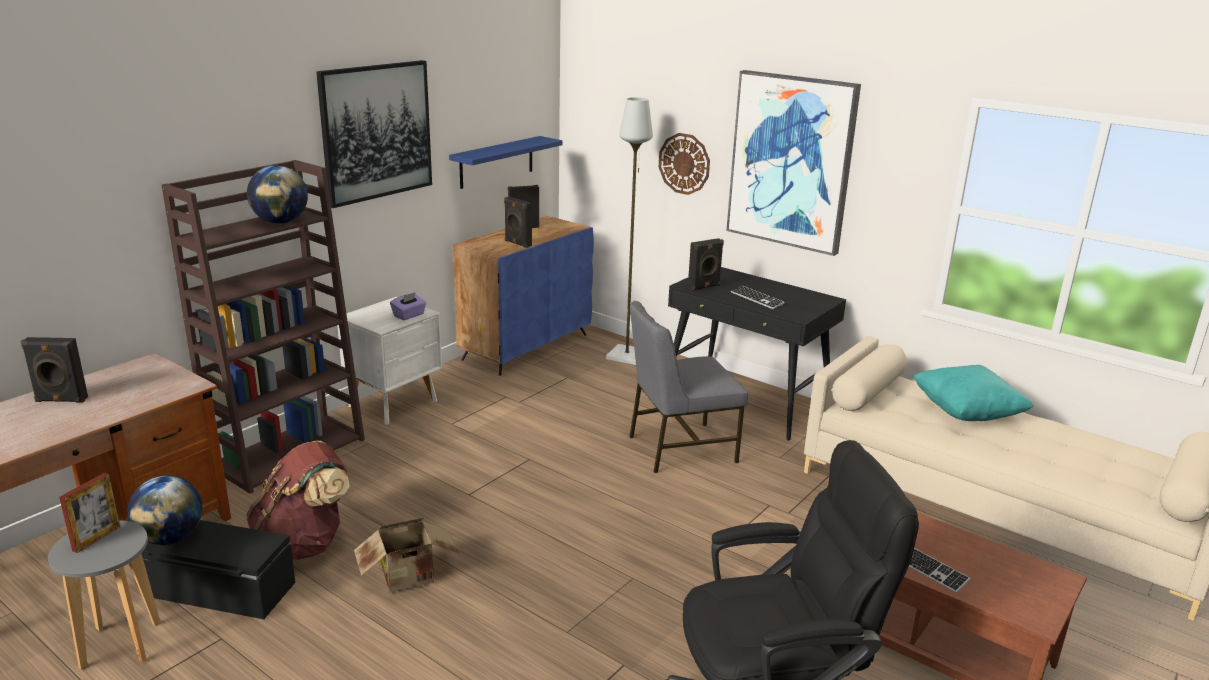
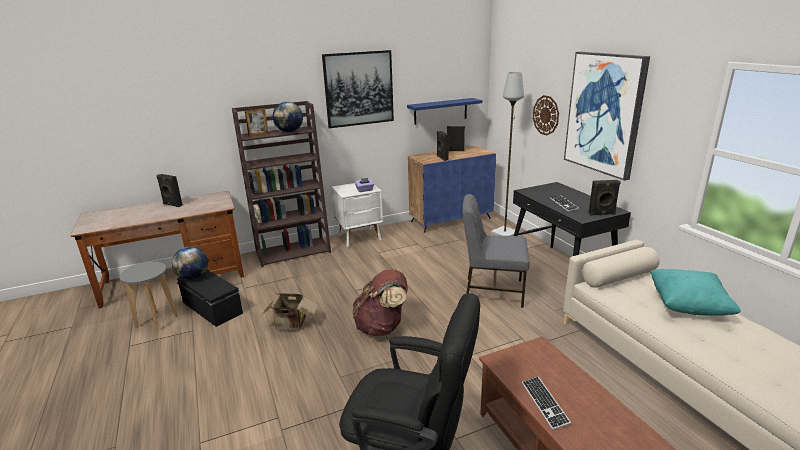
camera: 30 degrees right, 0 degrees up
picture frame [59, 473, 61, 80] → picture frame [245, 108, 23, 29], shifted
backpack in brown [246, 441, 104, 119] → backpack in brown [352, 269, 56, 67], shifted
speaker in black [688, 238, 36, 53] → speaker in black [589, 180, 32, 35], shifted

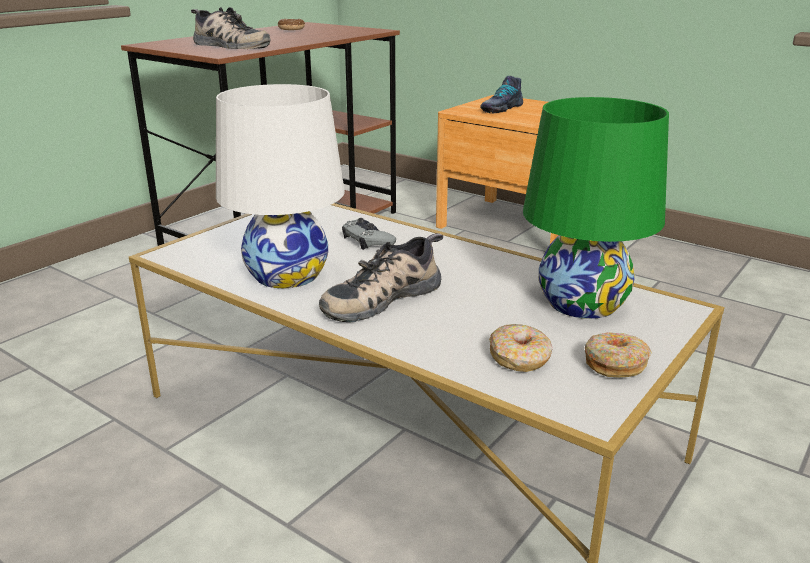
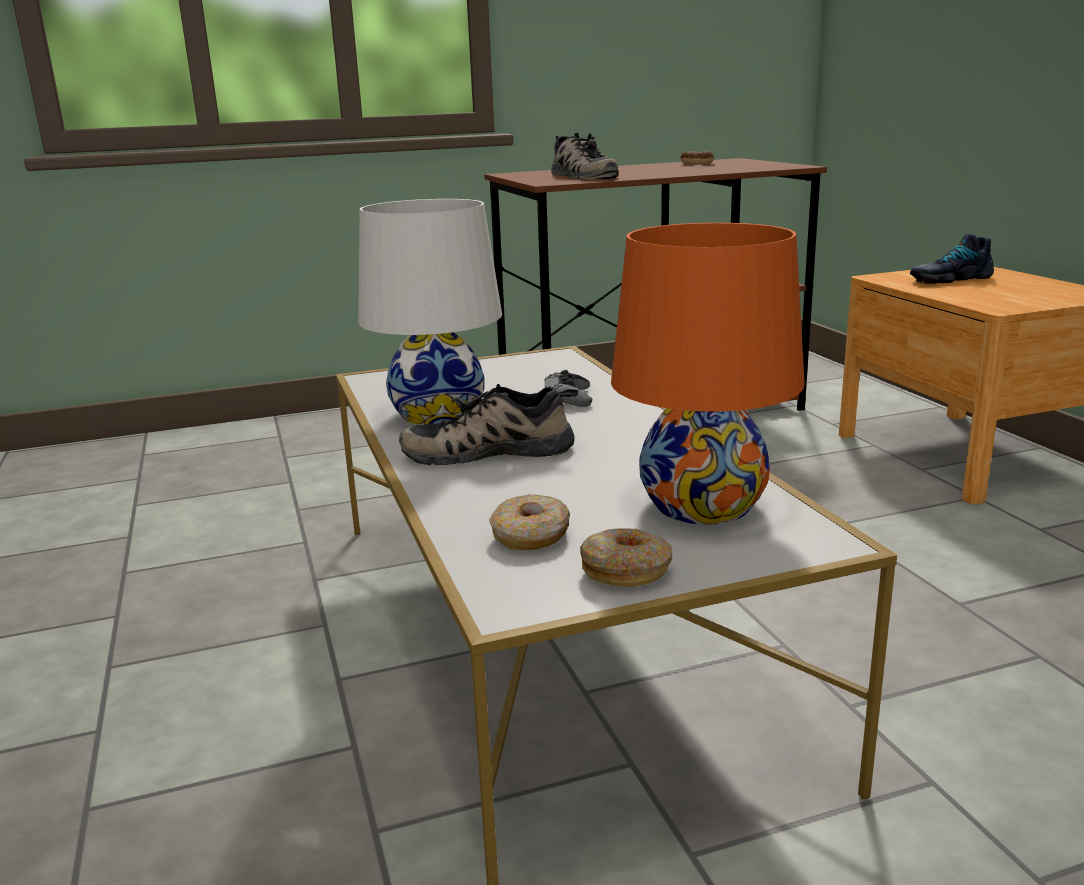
camera: 35 degrees right, 5 degrees down
table lamp in green [523, 97, 146, 222] → table lamp in orange [611, 223, 194, 302]

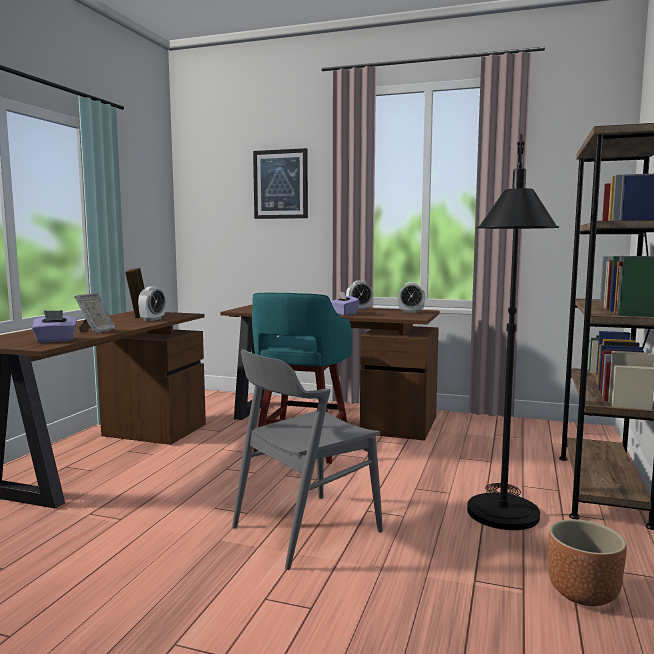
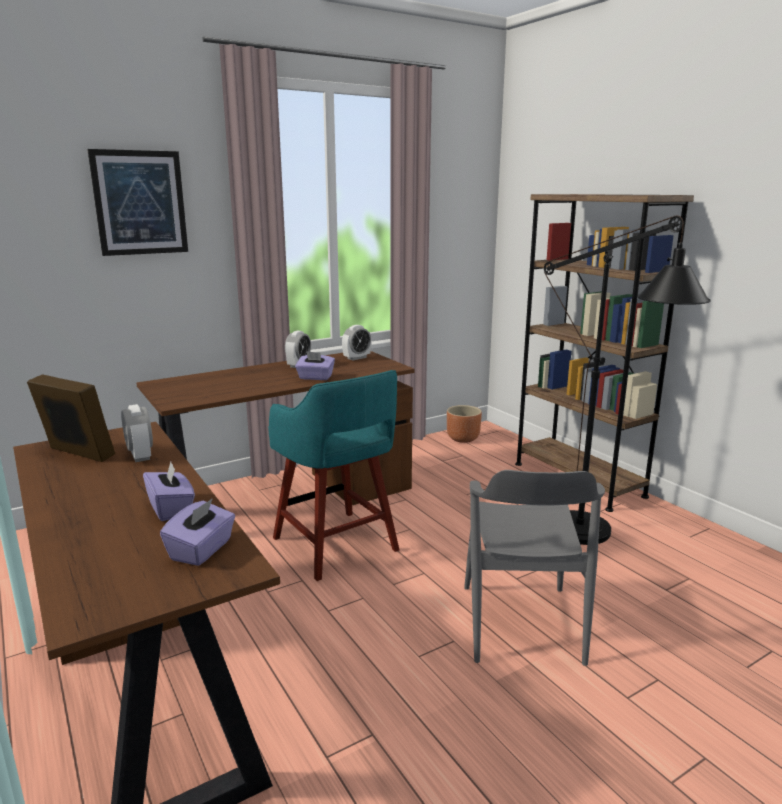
camera: 50 degrees left, 10 degrees up
planter in brown [548, 519, 79, 87] → planter in brown [447, 405, 35, 38], shifted
picture frame [74, 293, 41, 40] → tissue box in purple [143, 462, 52, 59]

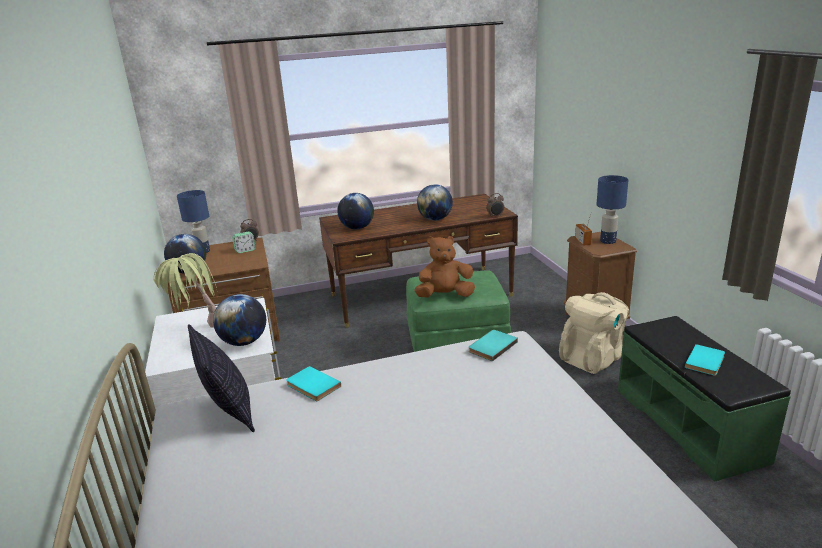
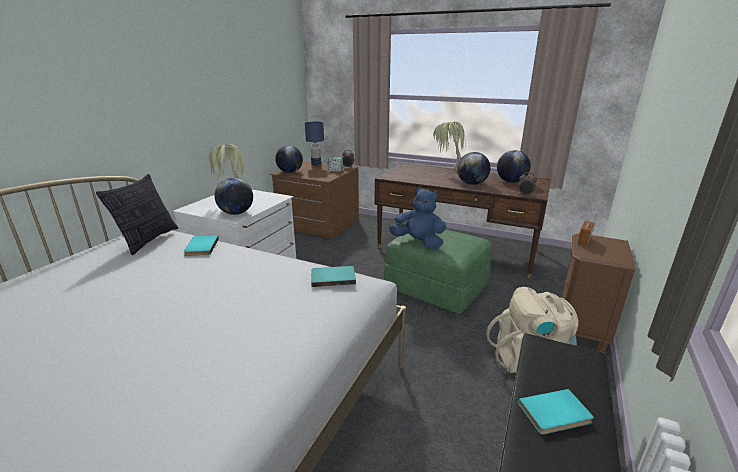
camera: 40 degrees right, 0 degrees up
table lamp in blue [596, 175, 32, 69] → -
- → potted plant [433, 122, 32, 49]
globe [337, 193, 37, 36] → globe [497, 150, 34, 33], shifted
plush toy in brown [414, 236, 61, 62] → plush toy in blue [389, 187, 57, 62]

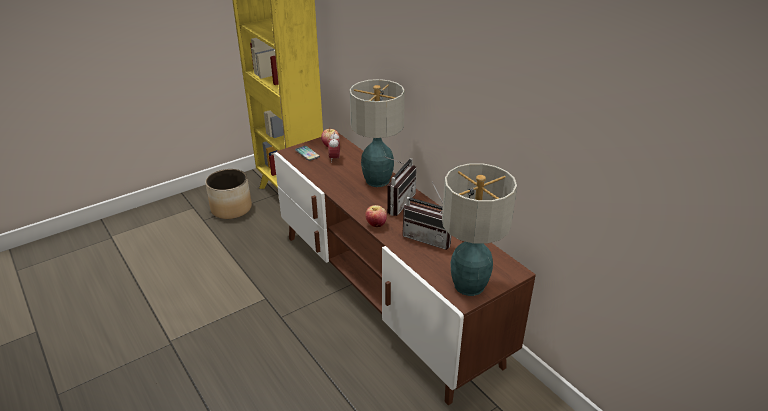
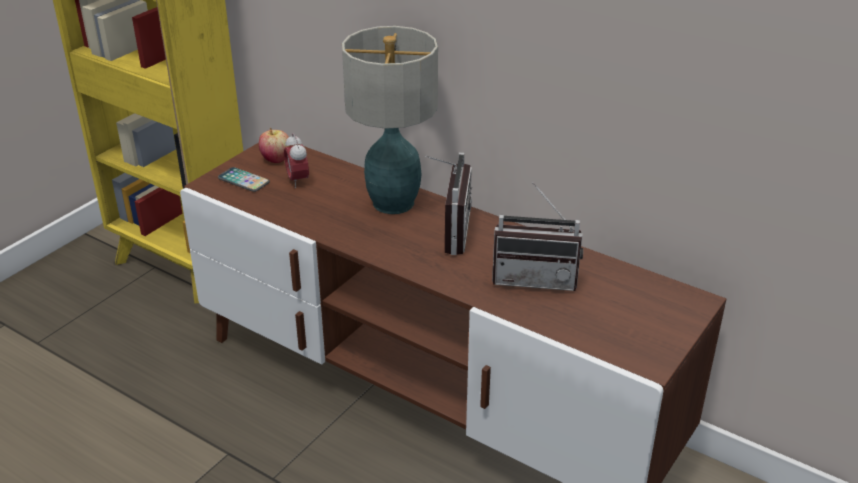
camera: 20 degrees left, 0 degrees up
planter [205, 169, 47, 50] → -
apple [365, 205, 22, 22] → -
table lamp [442, 163, 75, 133] → -

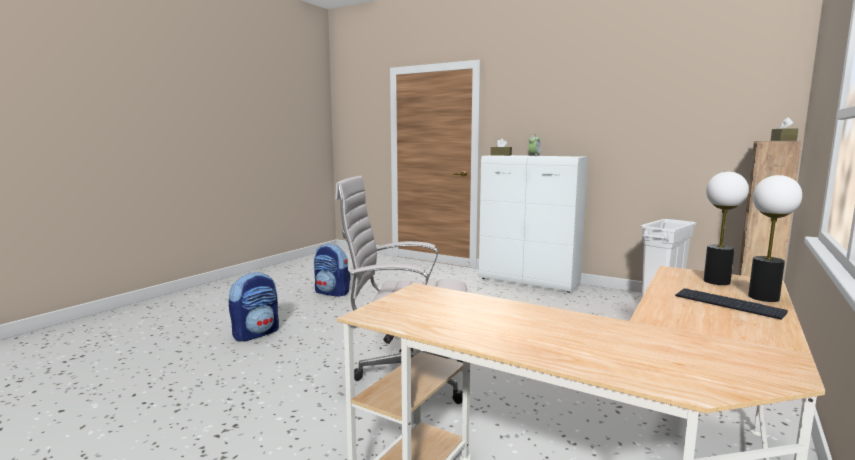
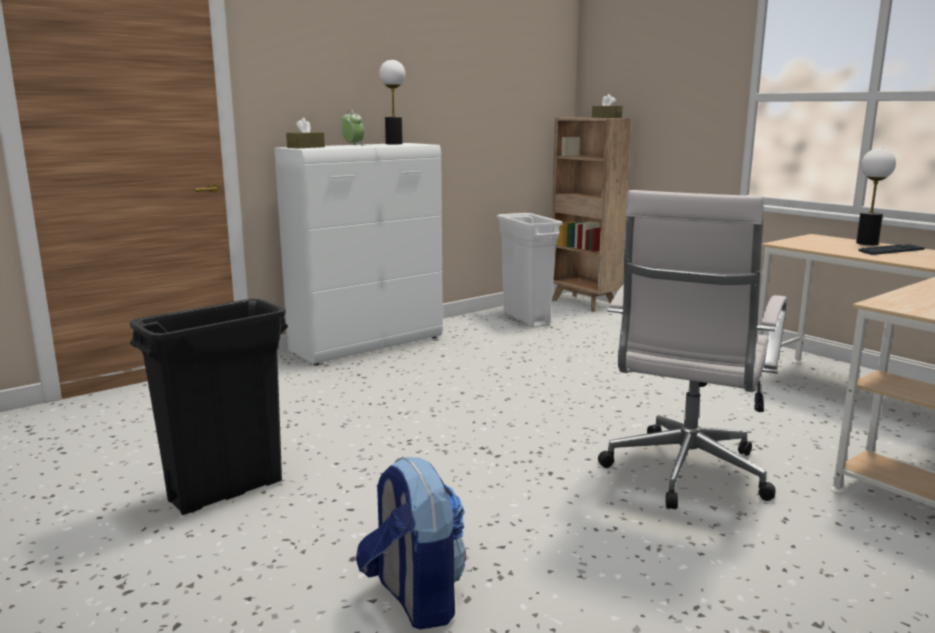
camera: 70 degrees left, 5 degrees up
table lamp [704, 171, 45, 114] → table lamp [379, 60, 26, 84], shifted
backpack [314, 244, 37, 53] → trash can in black [130, 299, 158, 216]

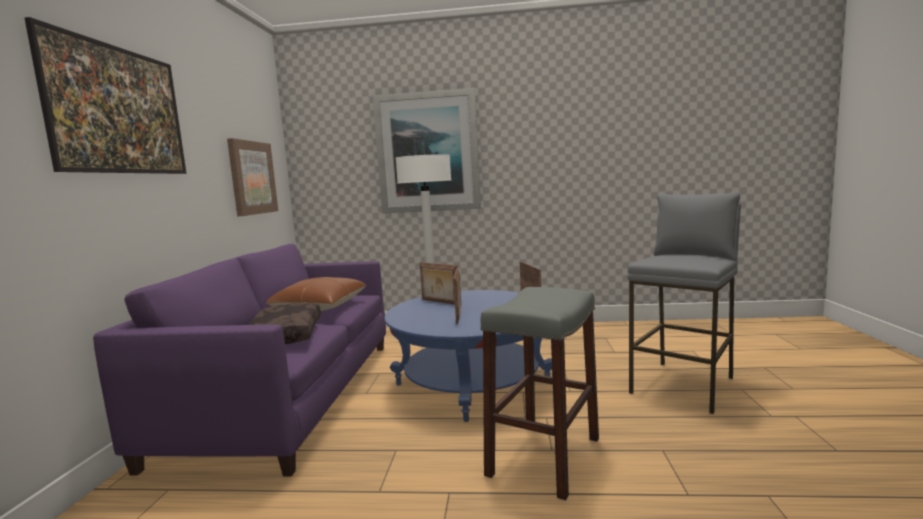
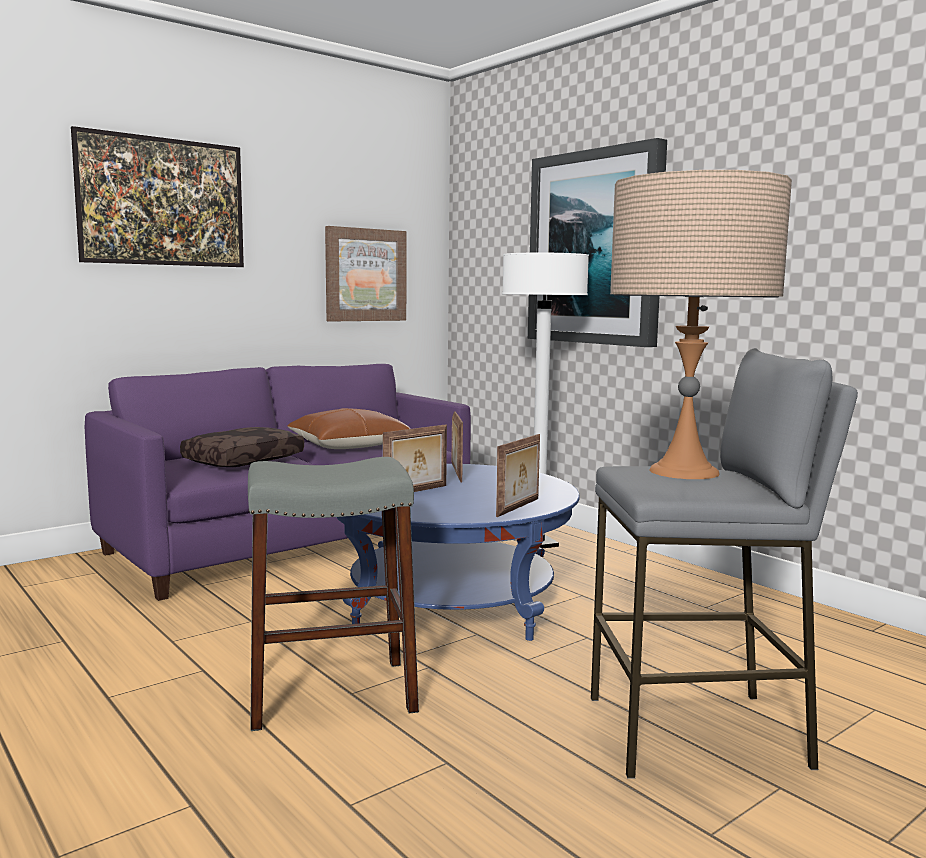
camera: 45 degrees right, 0 degrees up
- → table lamp in beige [610, 170, 182, 309]

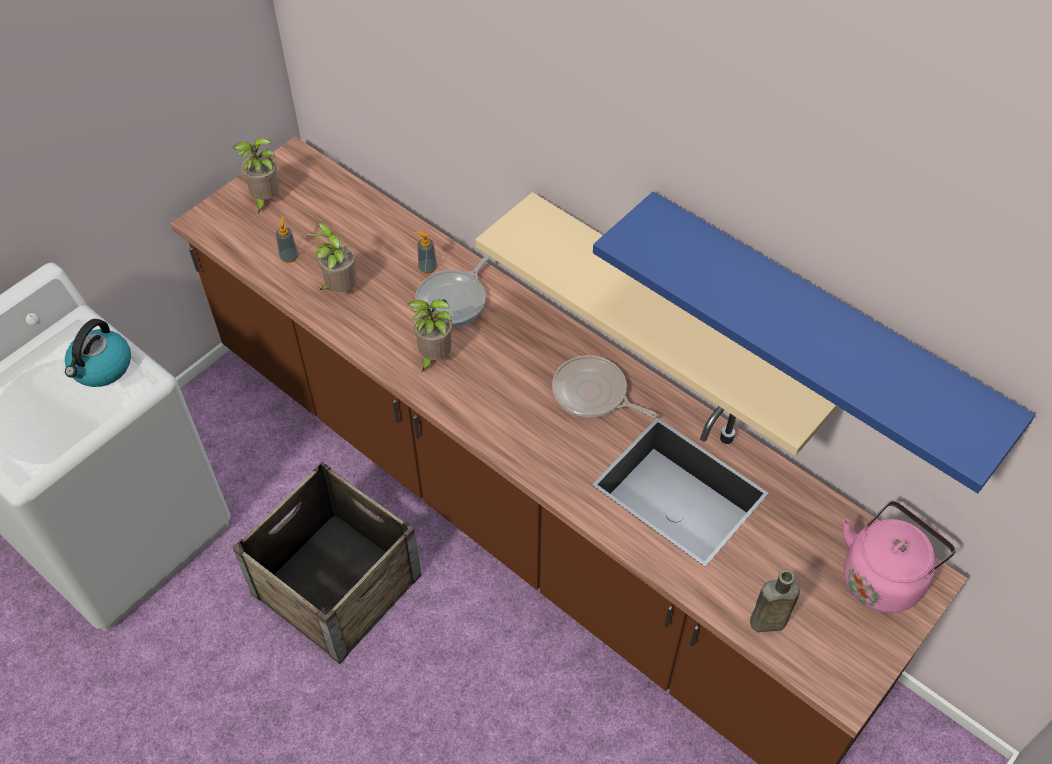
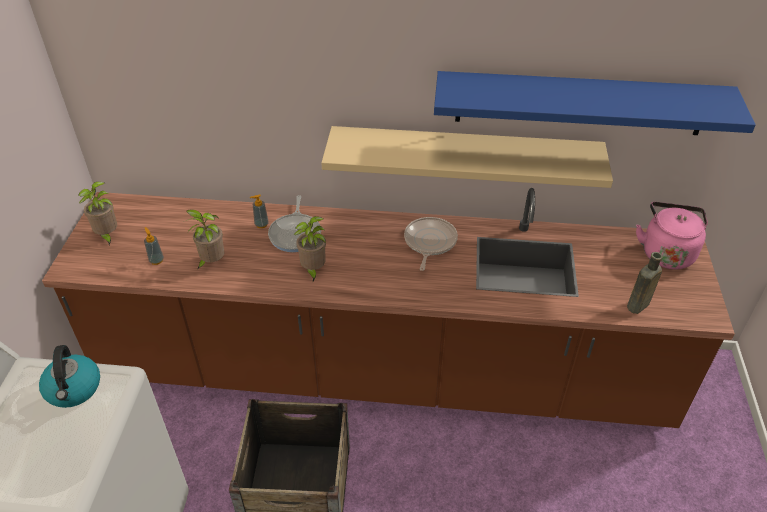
camera: 35 degrees left, 10 degrees down
frying pan [552, 355, 105, 63] → frying pan [404, 217, 54, 54], 105 degrees clockwise

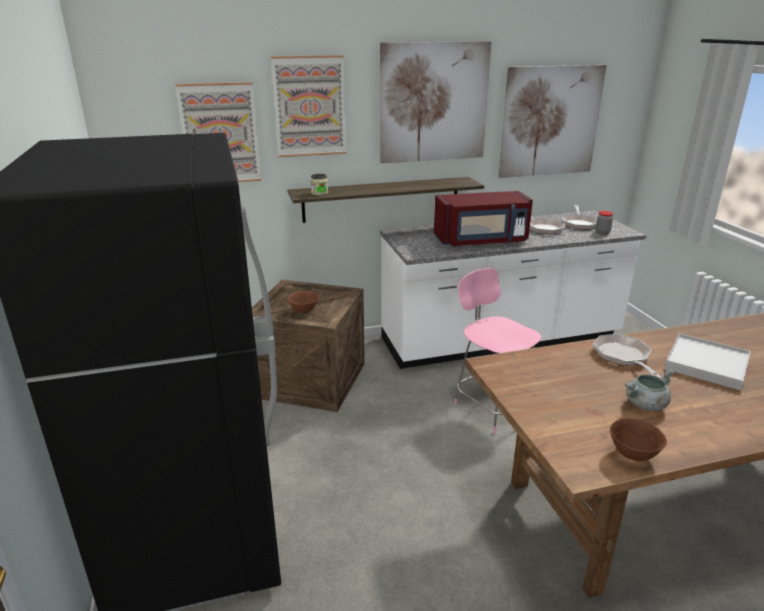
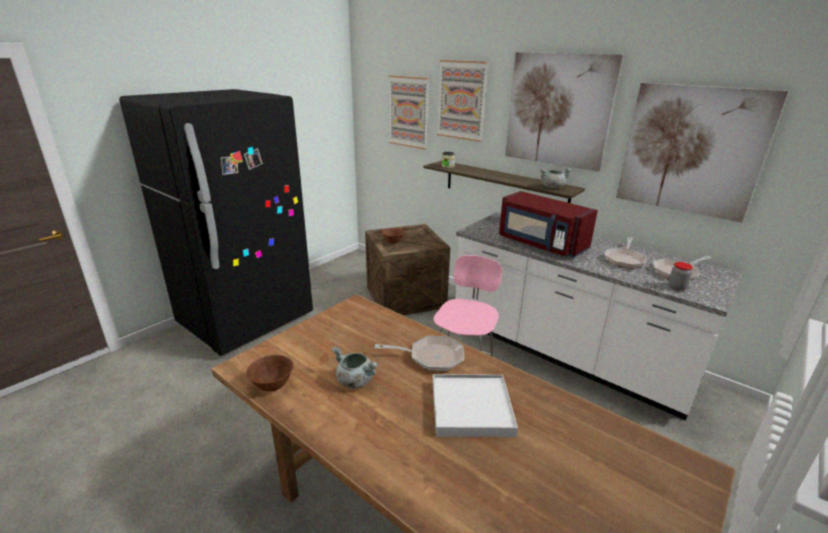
camera: 55 degrees right, 0 degrees up
- → cooking pot in grey [540, 168, 32, 20]
frying pan [593, 334, 69, 44] → frying pan [375, 336, 89, 36], 45 degrees clockwise

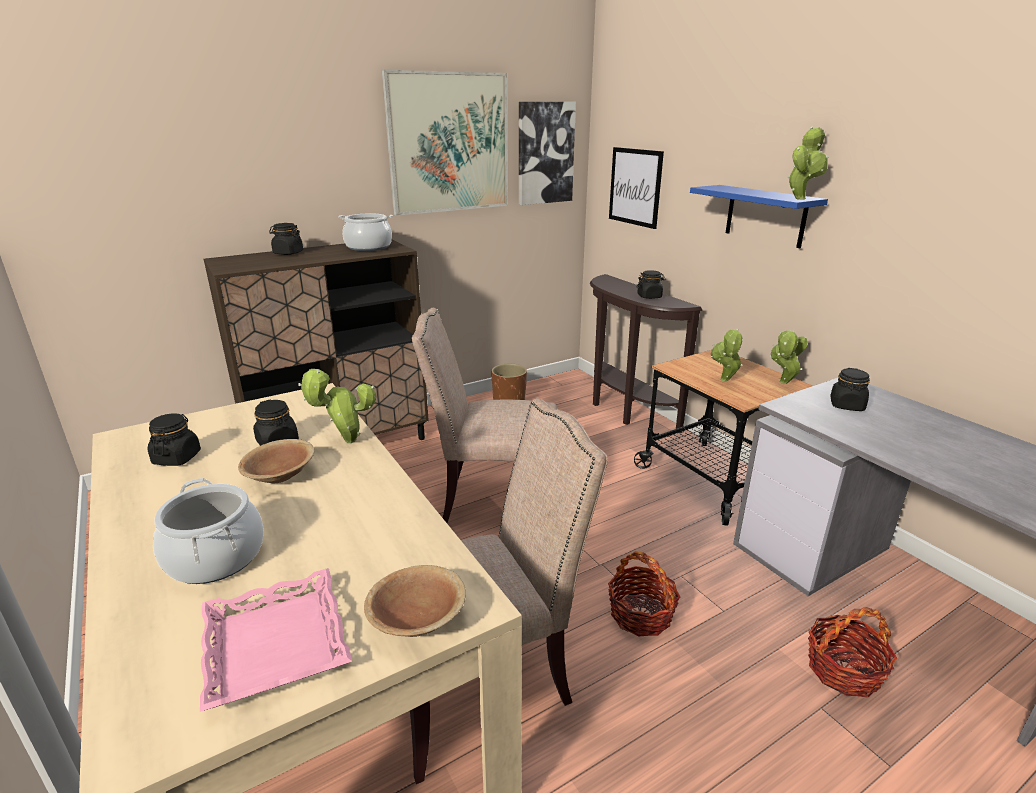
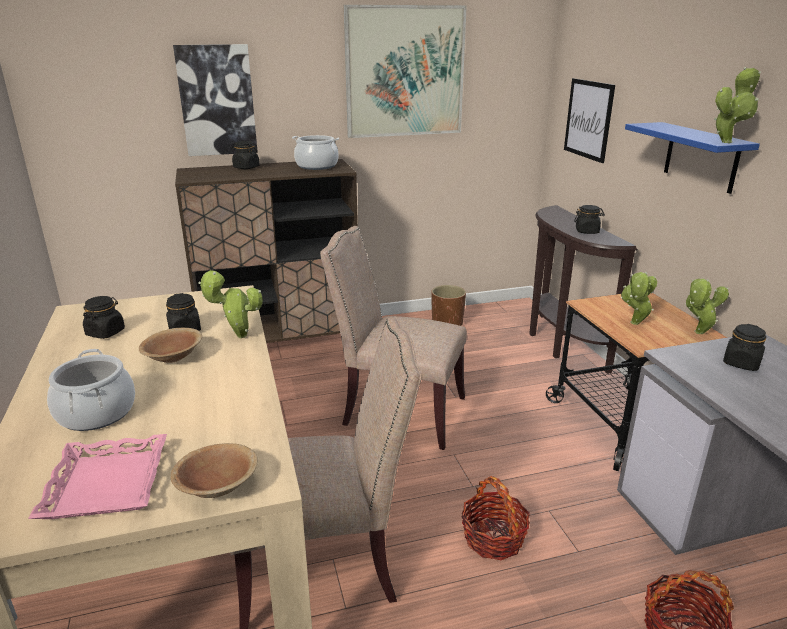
camera: 15 degrees right, 0 degrees up
picture [519, 102, 57, 103] → picture [173, 44, 85, 112], shifted

